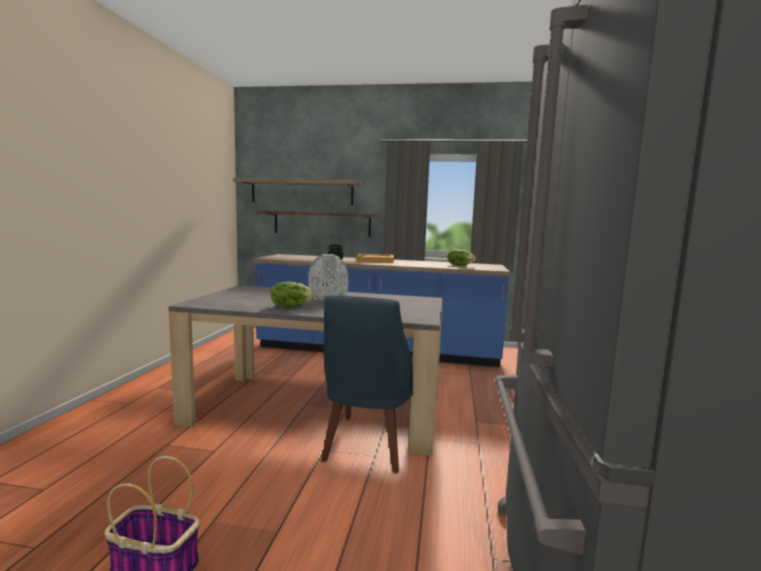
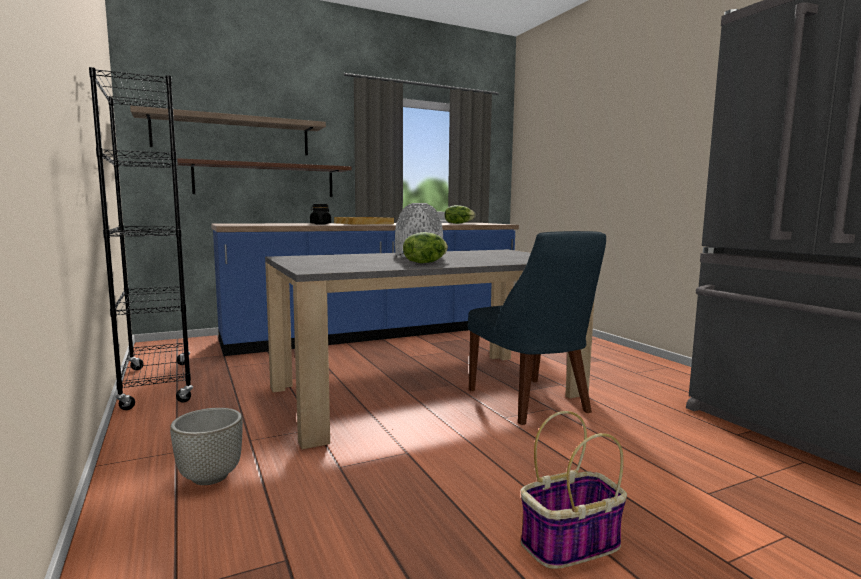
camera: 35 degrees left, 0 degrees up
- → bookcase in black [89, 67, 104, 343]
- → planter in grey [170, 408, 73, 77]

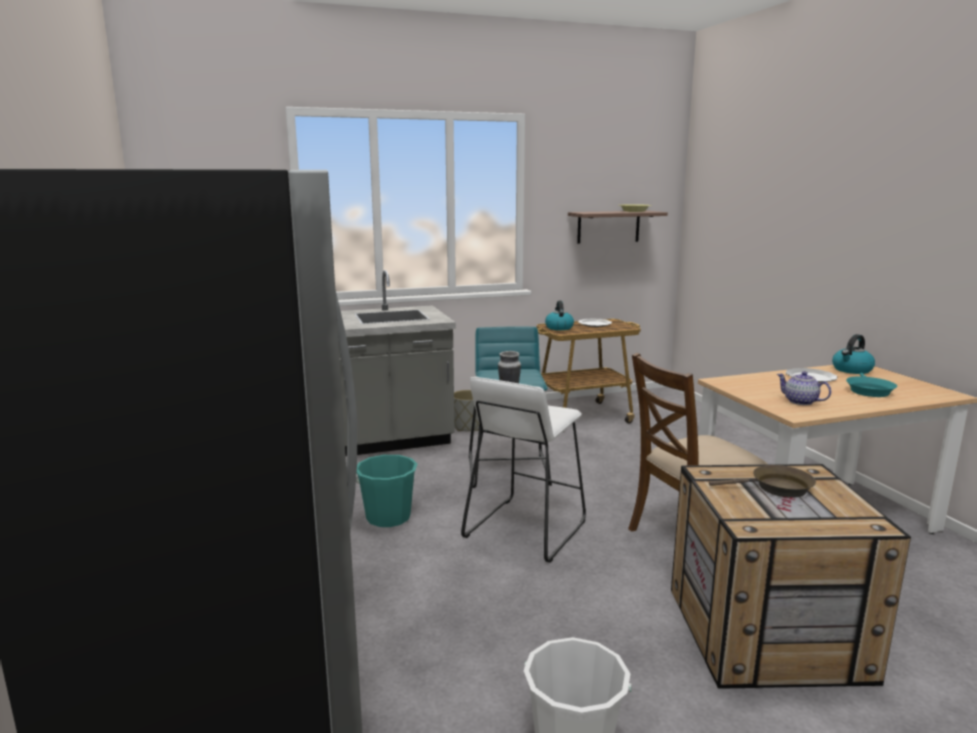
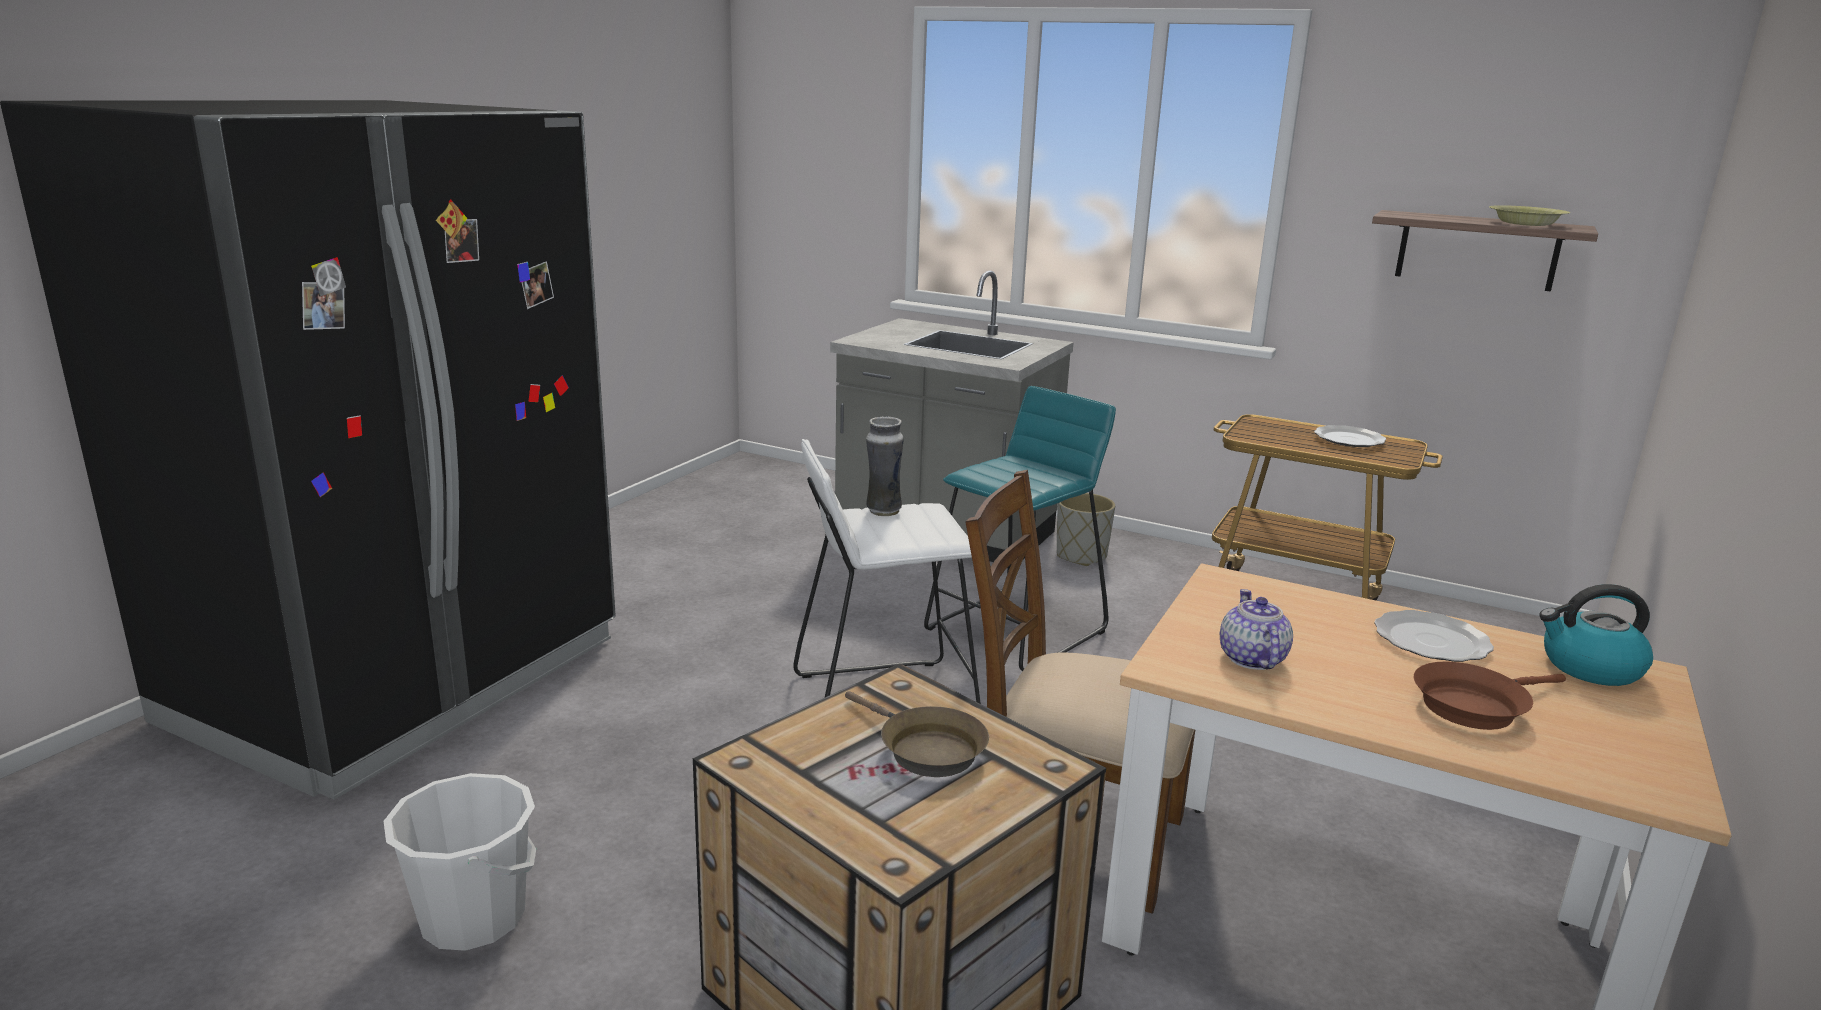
camera: 45 degrees right, 5 degrees up
bucket in turquoise [356, 455, 61, 72] → -
kettle [545, 301, 29, 29] → -
frying pan in turquoise [846, 373, 51, 24] → frying pan in brown [1413, 662, 153, 68]

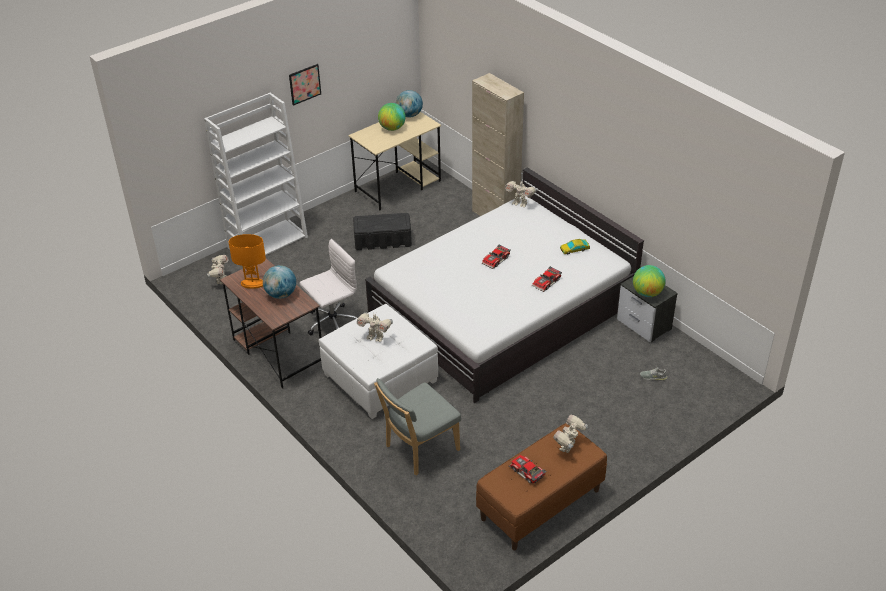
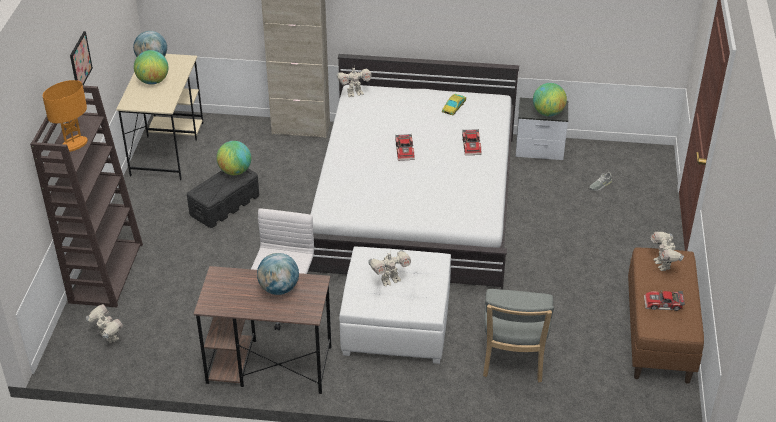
camera: 45 degrees left, 0 degrees up
- → globe [216, 141, 35, 34]
table lamp in orange [229, 234, 37, 55] → table lamp in orange [43, 80, 45, 72], shifted
bookcase in white [204, 93, 104, 162] → bookcase in brown [30, 86, 113, 222]

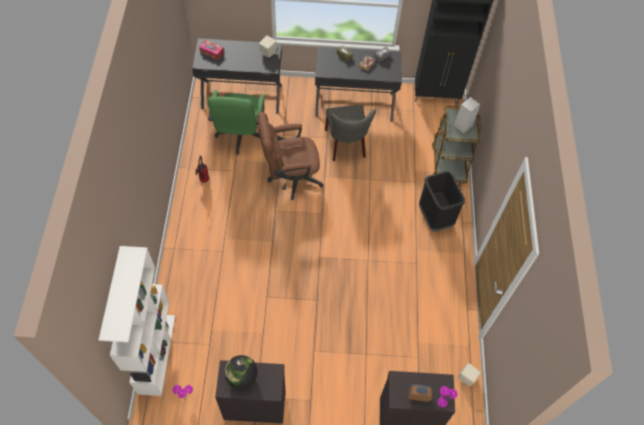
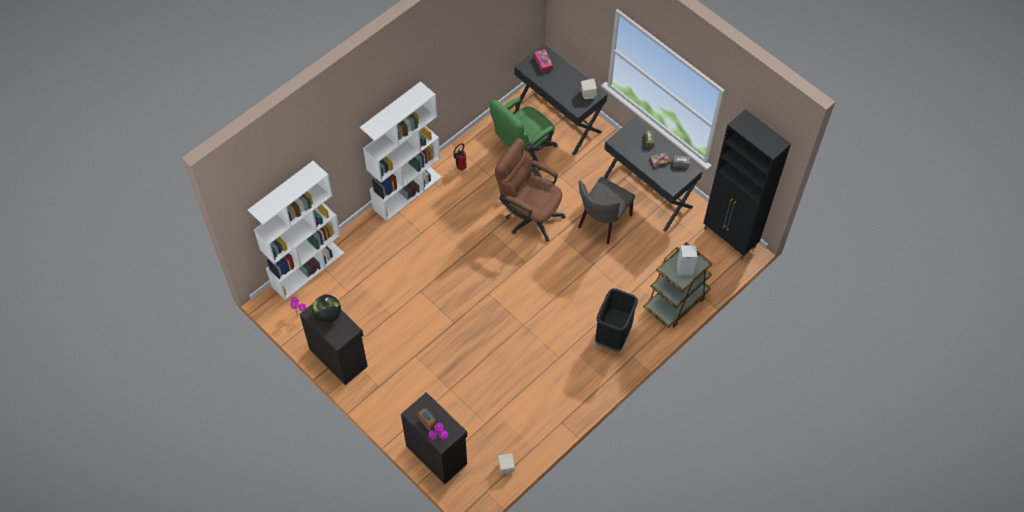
camera: 45 degrees right, 0 degrees up
- → bookcase in white [360, 81, 82, 140]

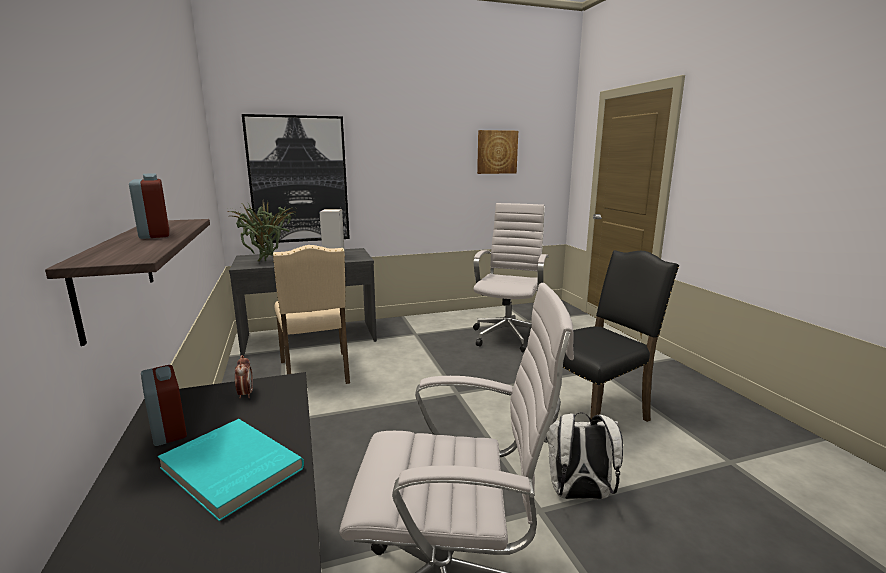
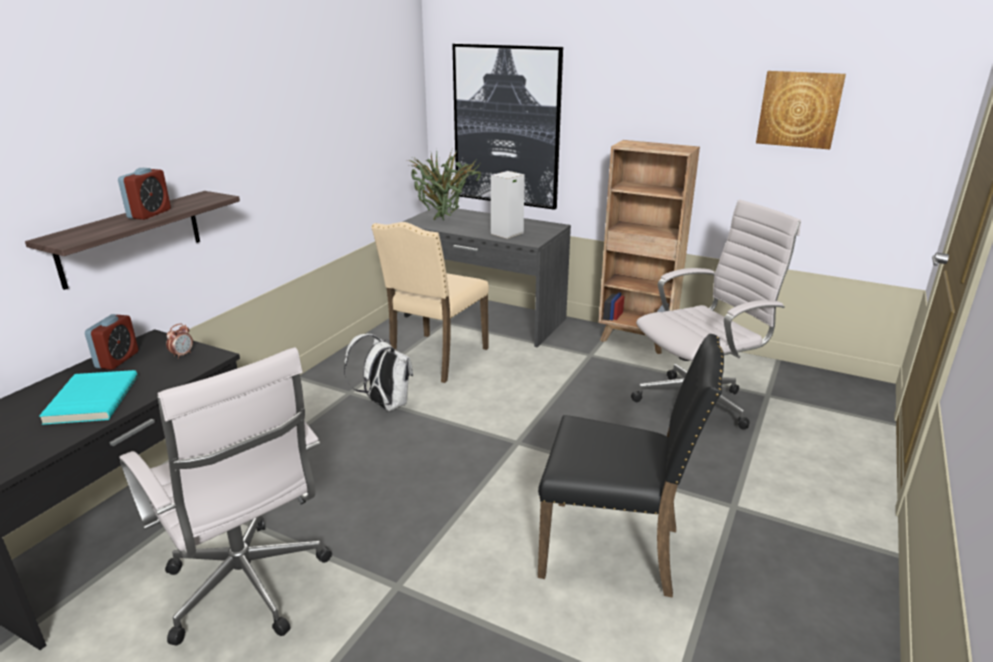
camera: 45 degrees right, 10 degrees up
- → bookcase in brown [598, 140, 102, 214]
backpack in white [544, 412, 79, 87] → backpack in white [344, 334, 69, 77], shifted

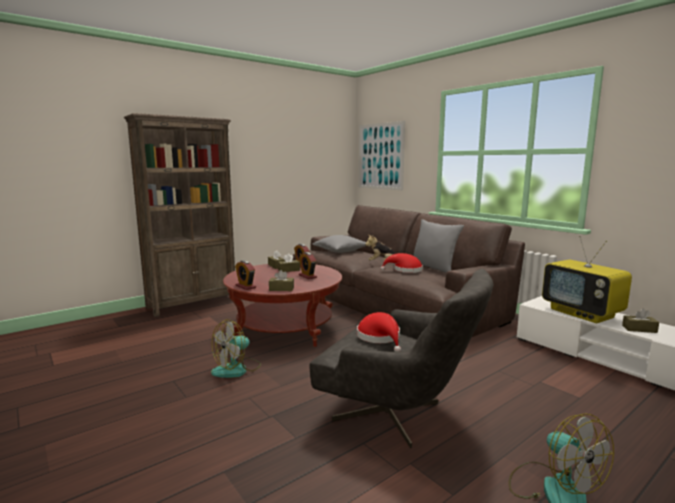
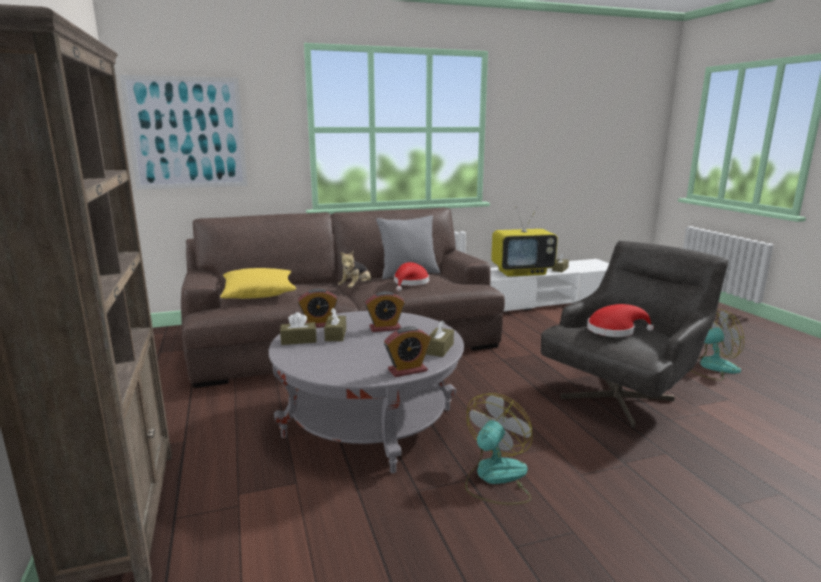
camera: 70 degrees left, 5 degrees up
coffee table in red [223, 264, 119, 83] → coffee table in grey [269, 311, 195, 162]
pillow in grey [313, 235, 53, 18] → pillow in yellow [220, 268, 76, 31]
fan [211, 319, 50, 59] → fan [465, 393, 68, 112], 120 degrees counterclockwise

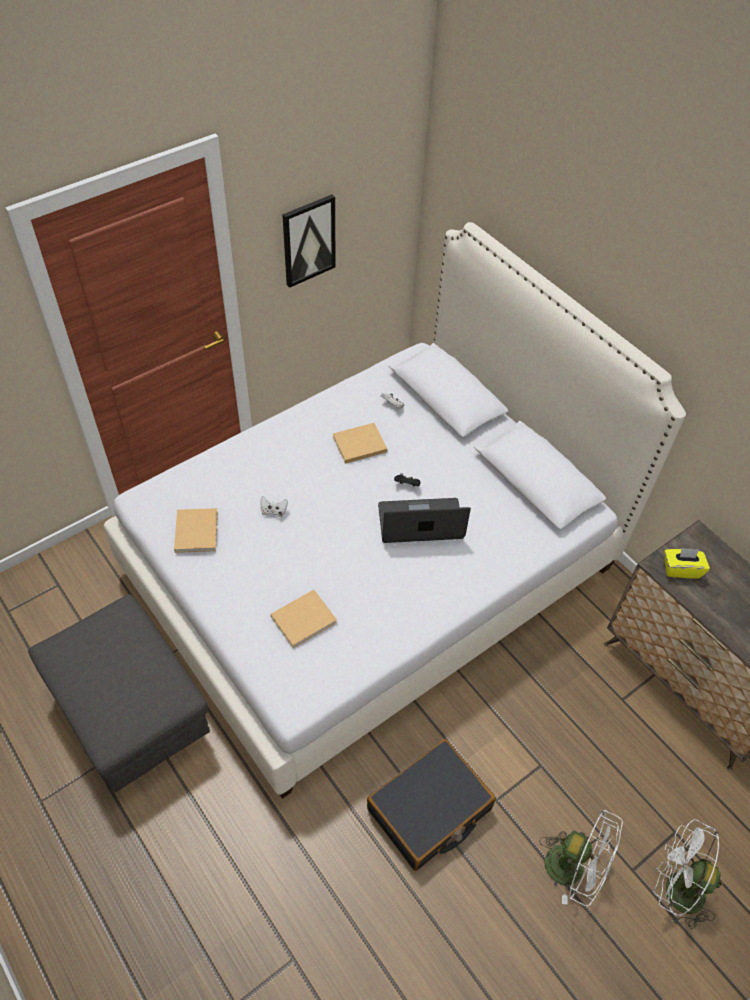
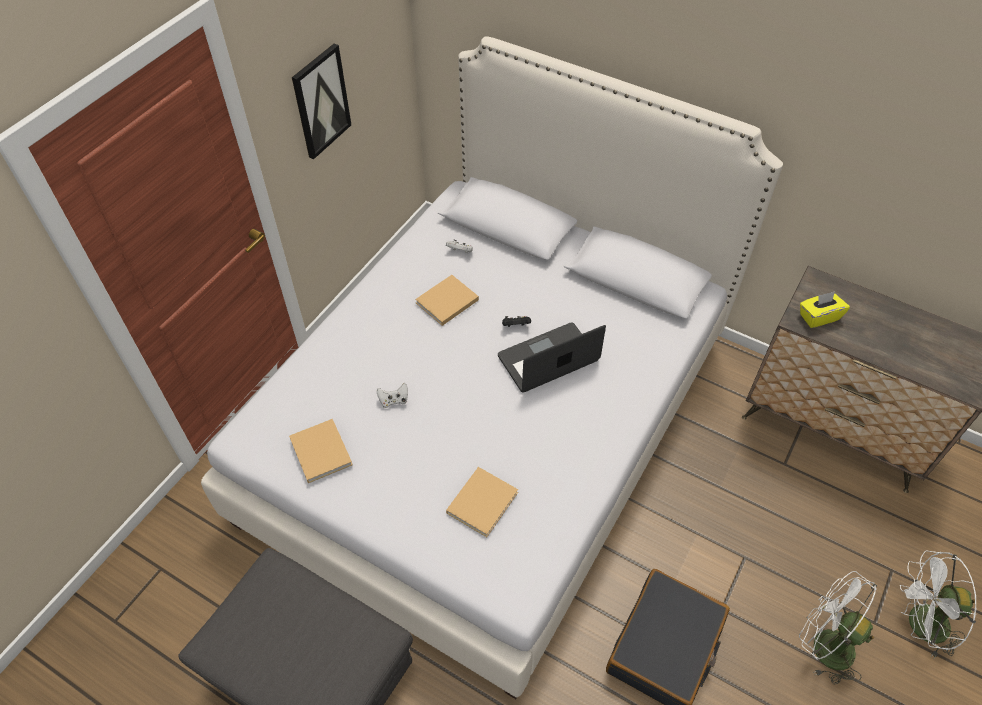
camera: 20 degrees left, 0 degrees up
fan in white [539, 810, 84, 96] → fan in white [799, 571, 78, 114], 150 degrees counterclockwise

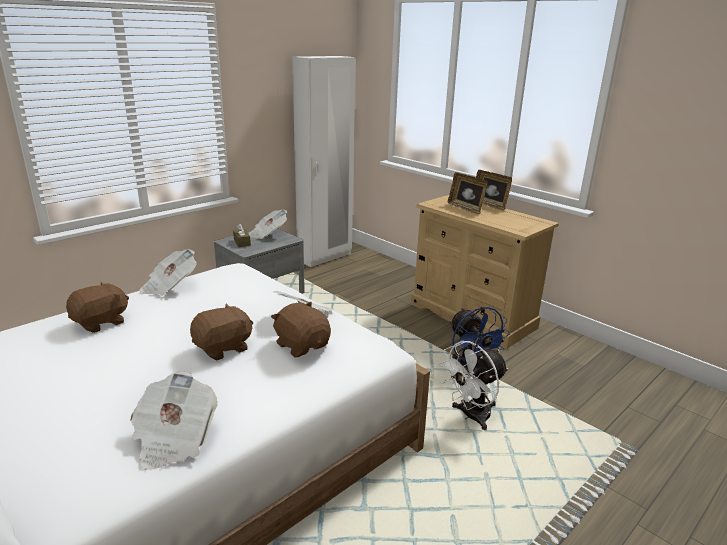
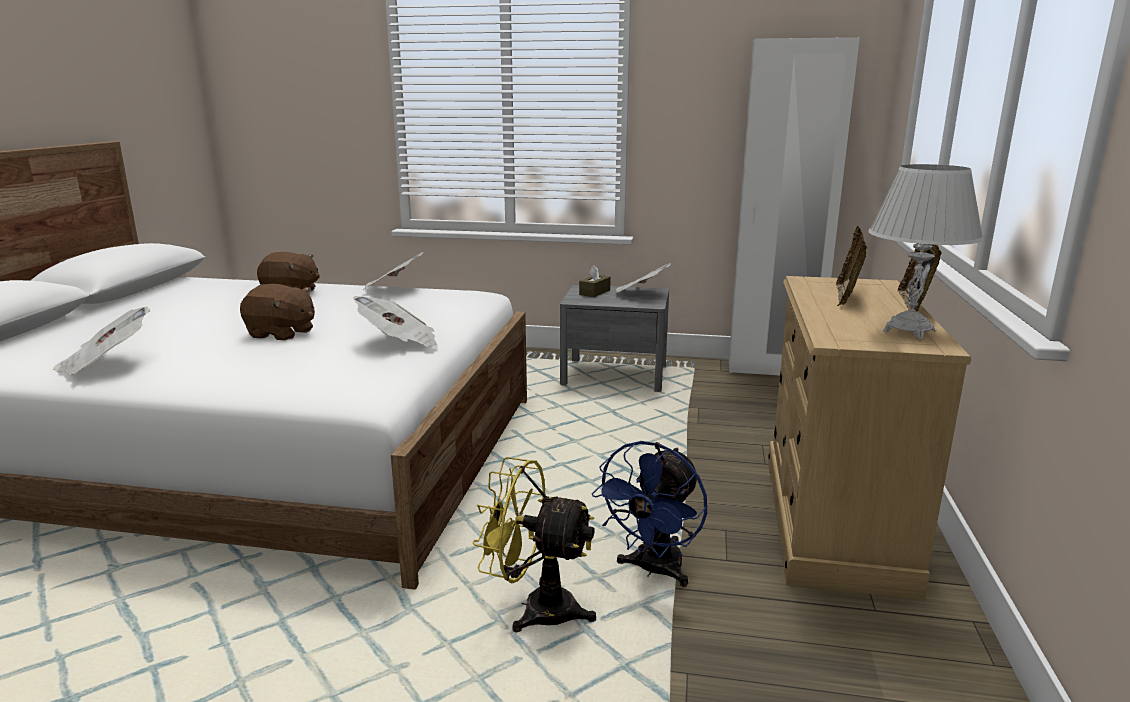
camera: 55 degrees right, 5 degrees down
plush toy in brown [271, 302, 60, 56] → -
- → table lamp in white [868, 164, 116, 175]
fan in white [439, 341, 69, 89] → fan in yellow [473, 457, 123, 175]

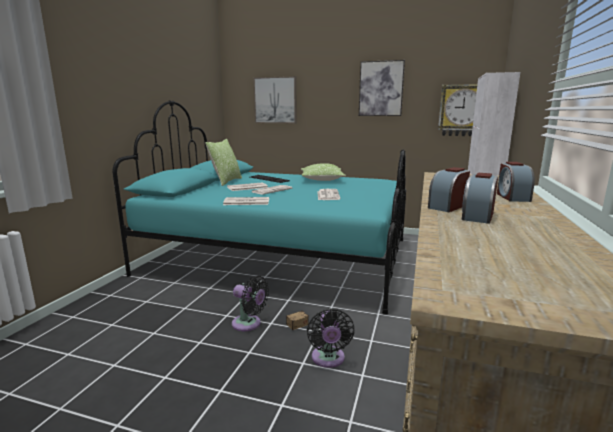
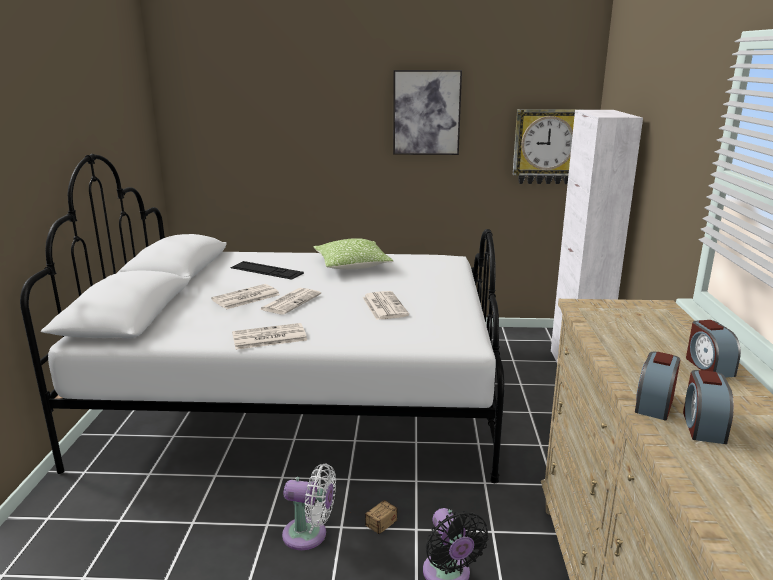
camera: 15 degrees left, 5 degrees up
pillow [205, 139, 37, 47] → -
picture [253, 76, 44, 47] → -
bed in turquoise [112, 101, 294, 214] → bed in white [20, 154, 484, 329]
fan in black [232, 276, 37, 55] → fan in white [282, 464, 54, 86]

